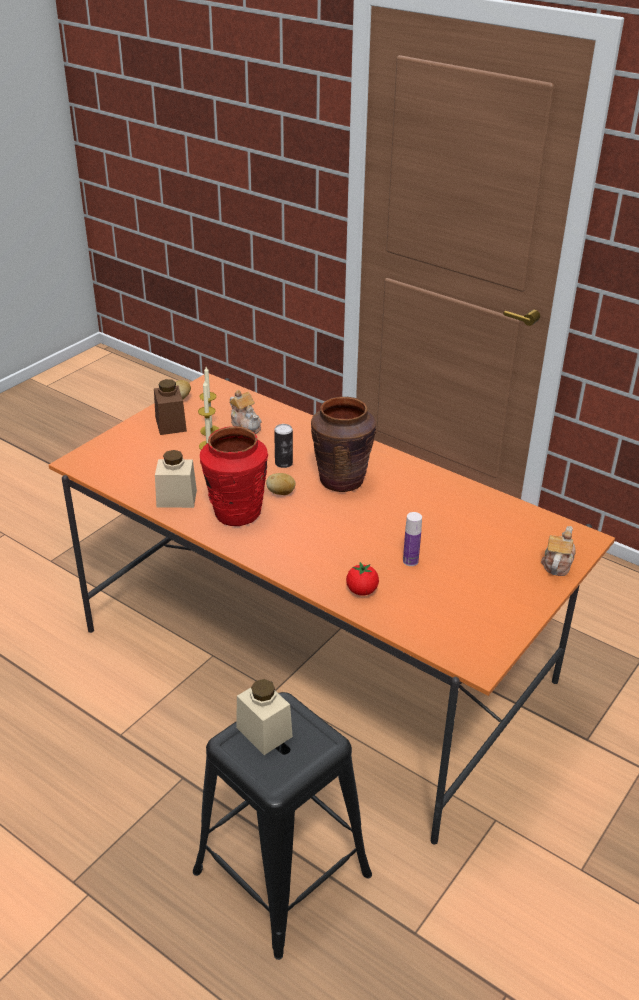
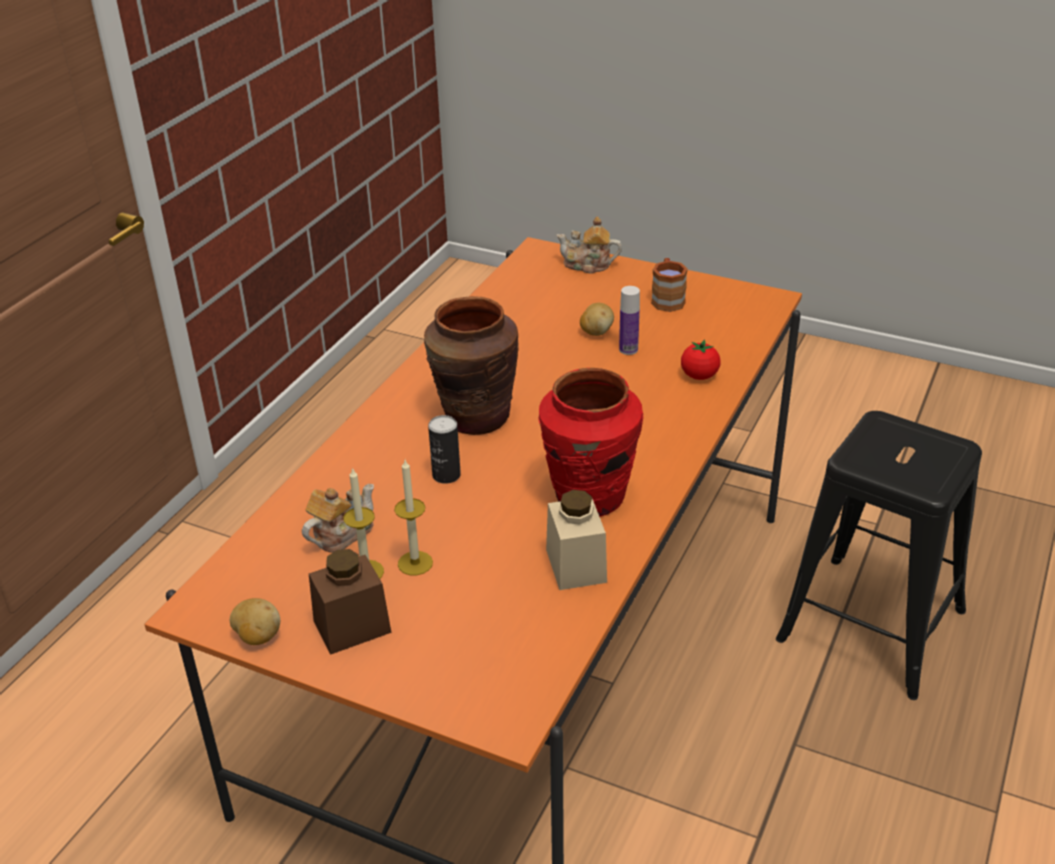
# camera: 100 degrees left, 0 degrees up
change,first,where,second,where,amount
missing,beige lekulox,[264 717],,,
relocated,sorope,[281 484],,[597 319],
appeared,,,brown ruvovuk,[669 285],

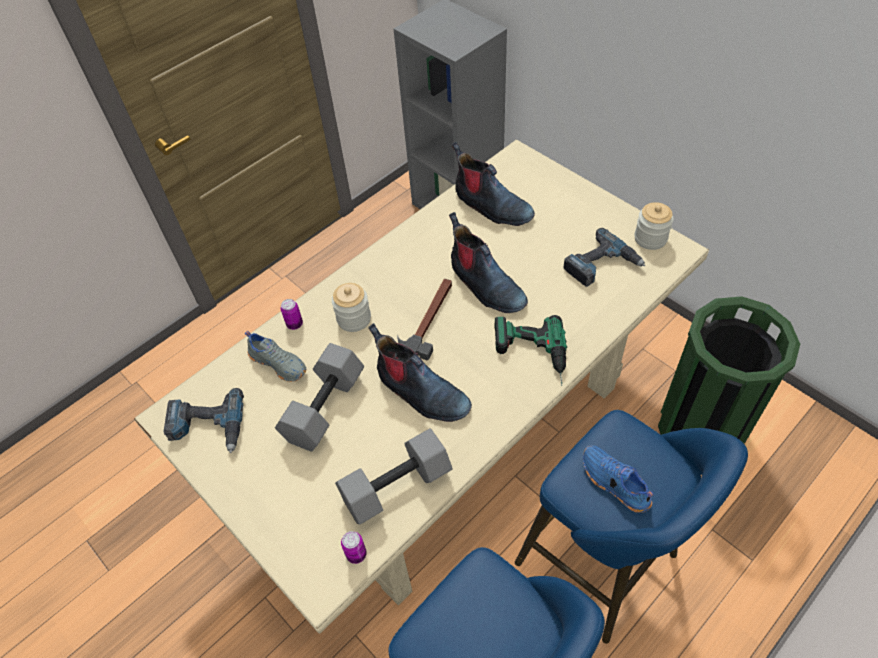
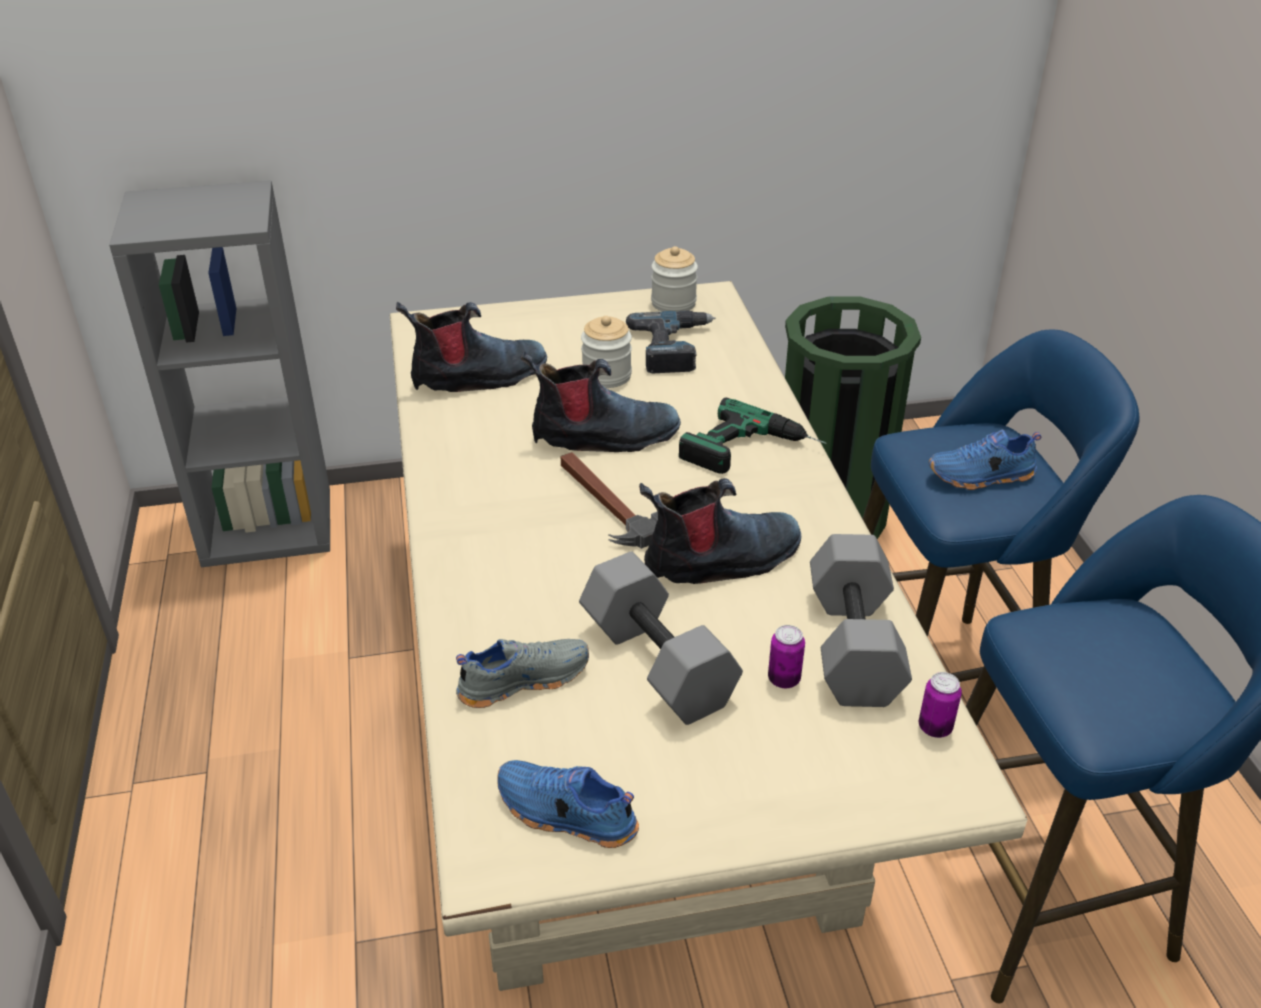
# camera: 60 degrees left, 15 degrees down
change,first,where,second,where,amount
exchanged,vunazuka,[203 420],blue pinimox,[568 804],
relocated,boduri,[292 314],,[786 656],
relocated,lekulox,[351 307],,[606 352],

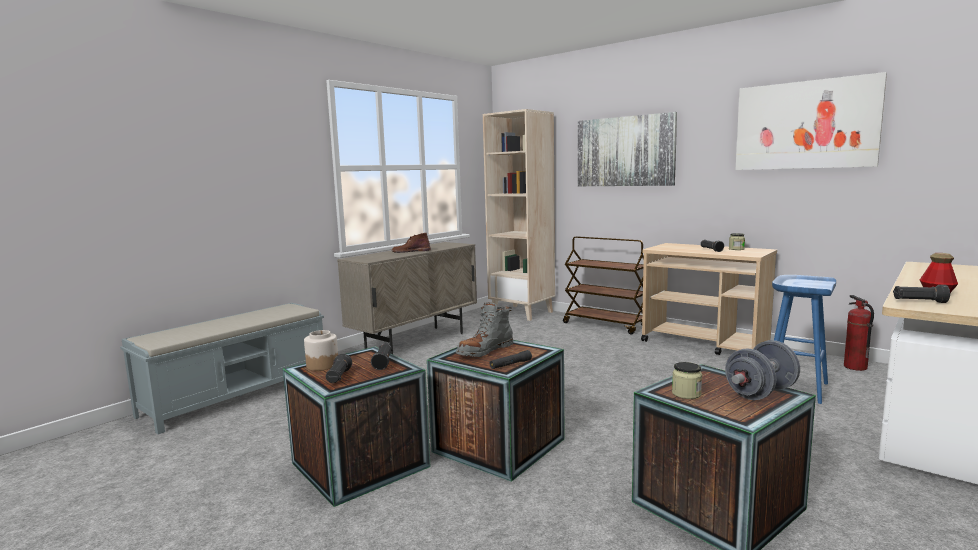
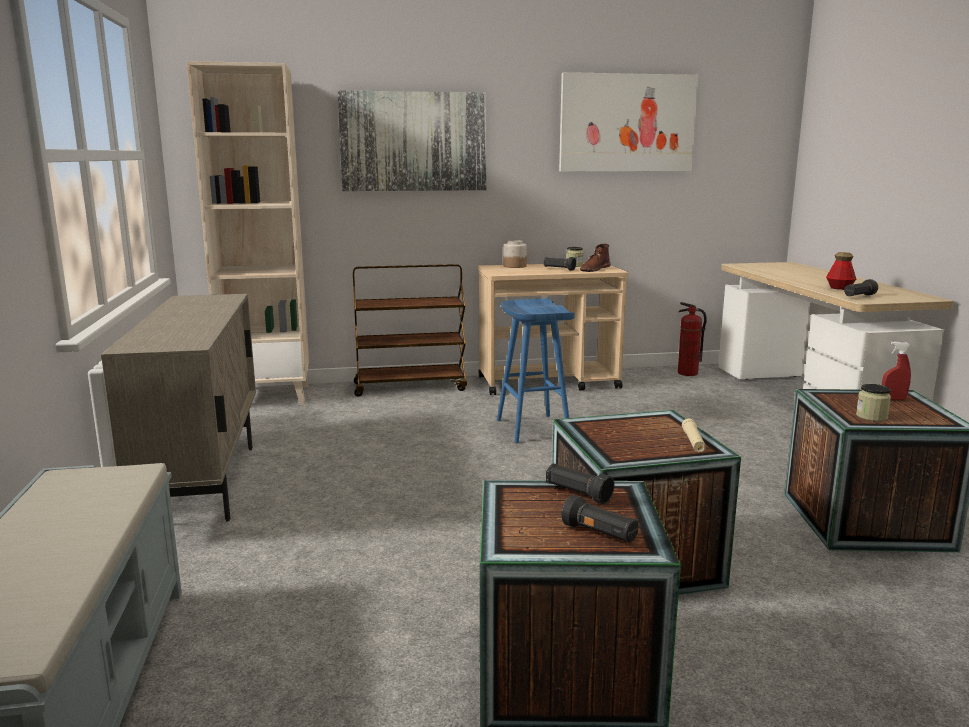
# camera: 50 degrees left, 5 degrees up
change,first,where,second,where,amount
relocated,lekulox,[321 350],,[515 254],
relocated,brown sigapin,[411 243],,[595 258],
missing,grey sigapin,[484 329],,,
colour,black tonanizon,[511 359],beige tonanizon,[694 435],
exchanged,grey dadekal,[762 370],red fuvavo,[896 371],
relocated,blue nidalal,[804 339],,[536 370],

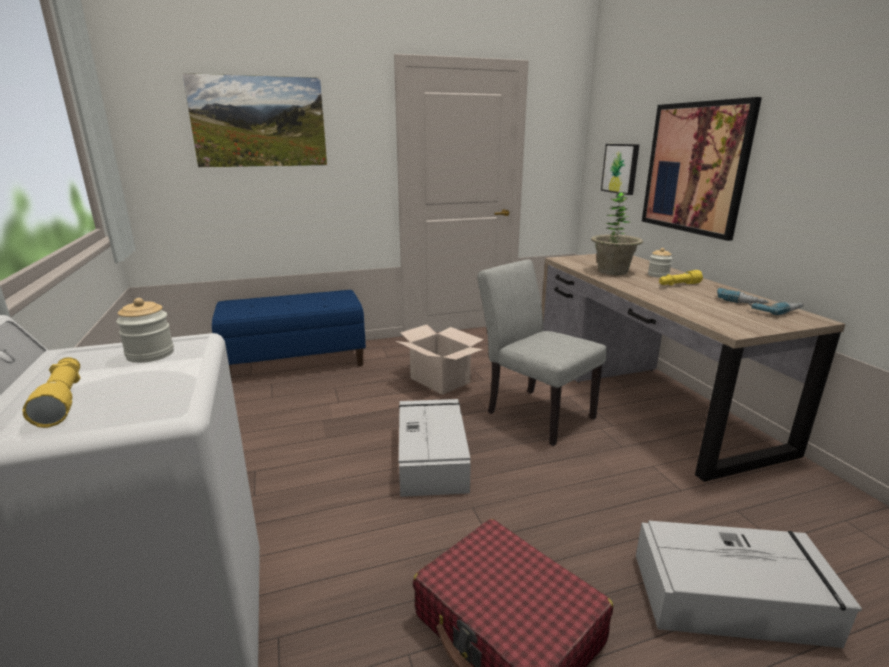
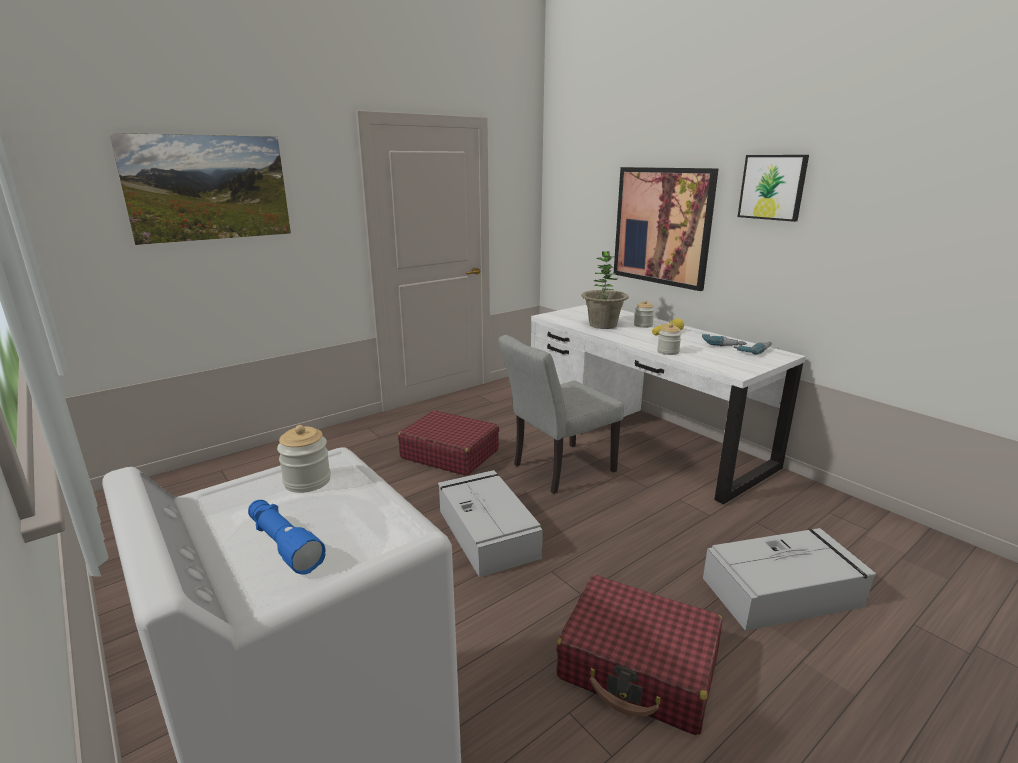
# camera: 20 degrees left, 0 degrees up
change,first,where,second,where,amount
colour,yellow tonanizon,[51 392],blue tonanizon,[287 537],
missing,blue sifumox,[289 335],,,
exchanged,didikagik,[440 360],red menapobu,[448 443],
spun,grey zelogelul,[542 352],,[561 414],60 degrees counterclockwise
colour,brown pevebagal,[693 368],white pevebagal,[668 404],
relocated,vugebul,[620 169],,[773 188],
appeared,,,lekulox,[669 339],

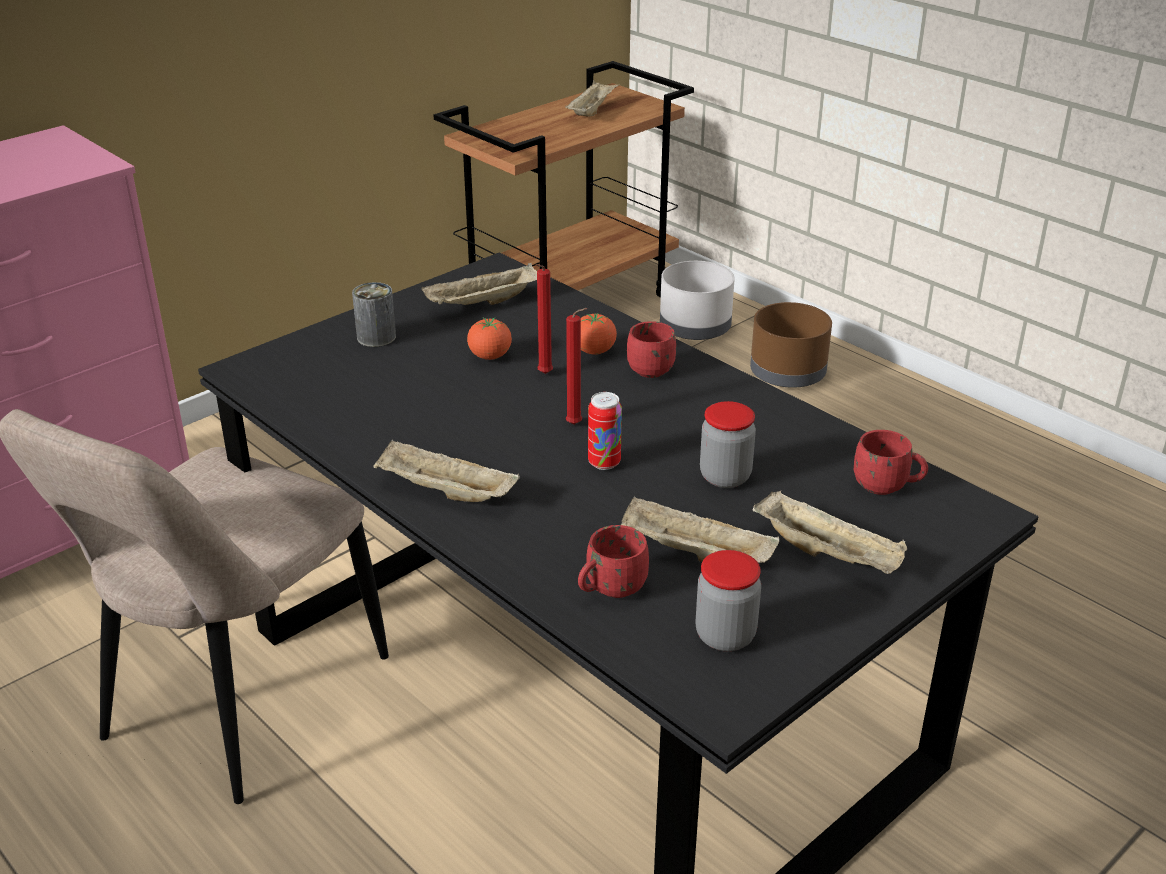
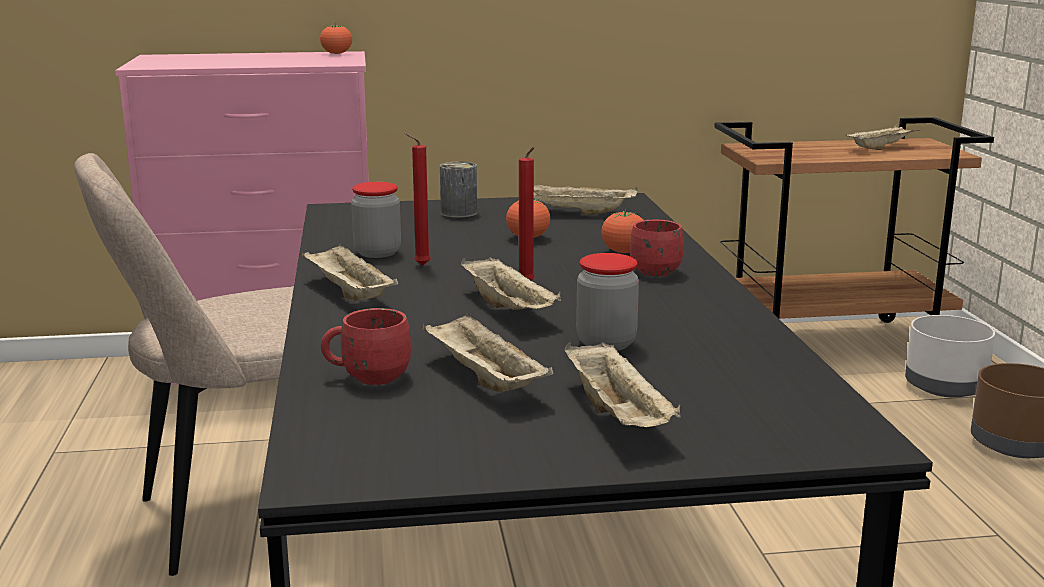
# camera: 35 degrees right, 15 degrees down
change,first,where,second,where,amount
relocated,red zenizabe,[544 319],,[418 199],
exchanged,boduri,[605 431],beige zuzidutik,[511 283],
relocated,lekulox,[728 600],,[376 220],
missing,red ruvovuk,[891 462],,,
appeared,,,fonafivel,[336 38],

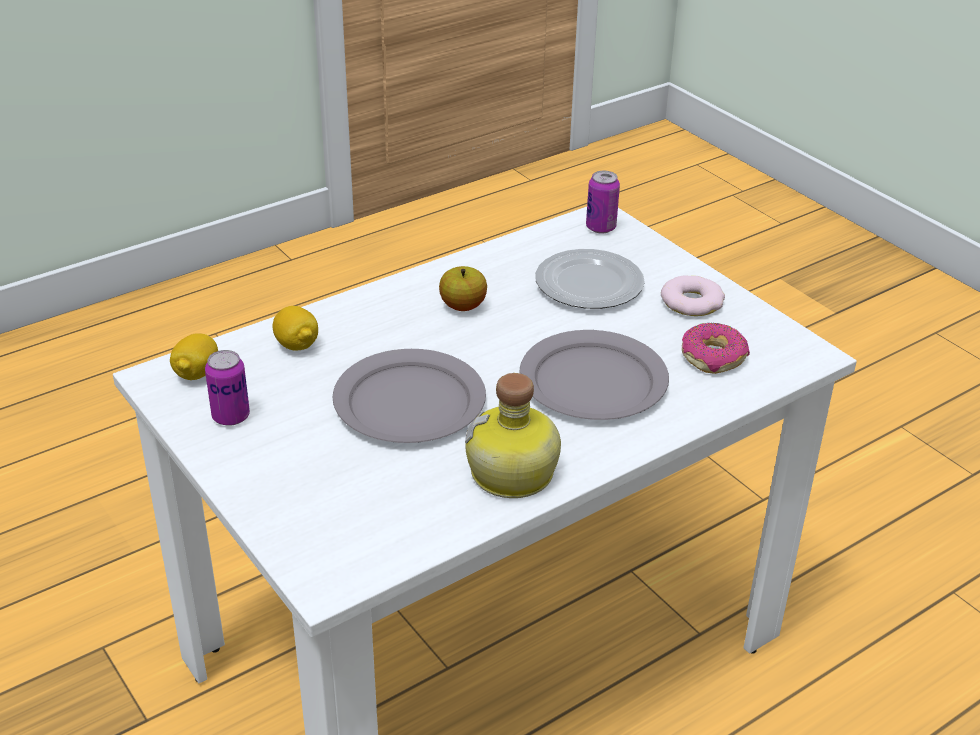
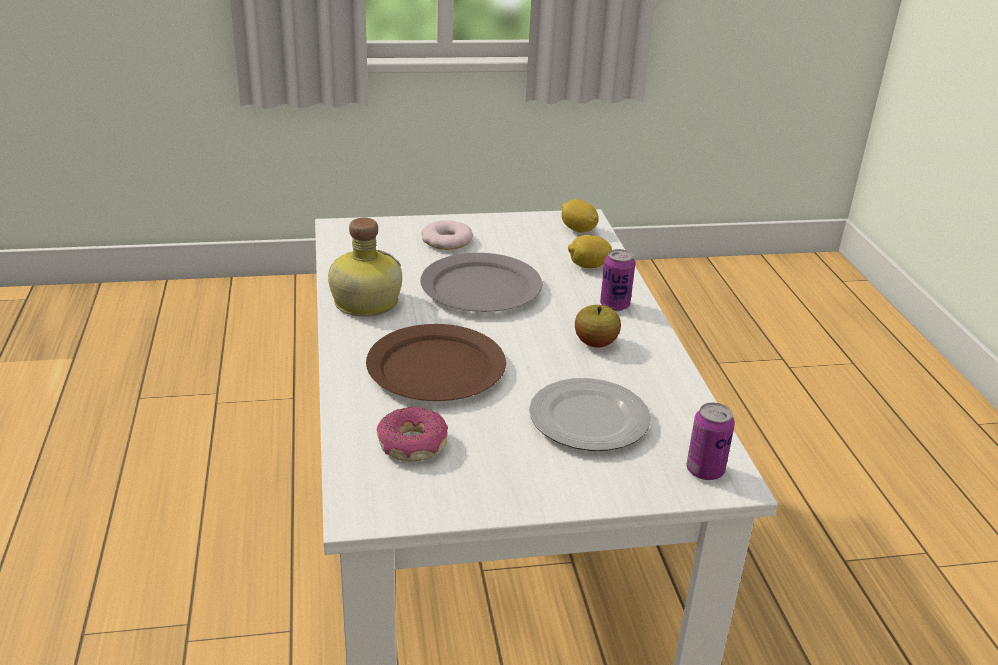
# camera: 115 degrees right, 5 degrees down
change,first,where,second,where,amount
relocated,boduri,[227 388],,[617 280],
colour,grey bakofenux,[594 375],brown bakofenux,[436 362],
relocated,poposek,[693 296],,[447 235],

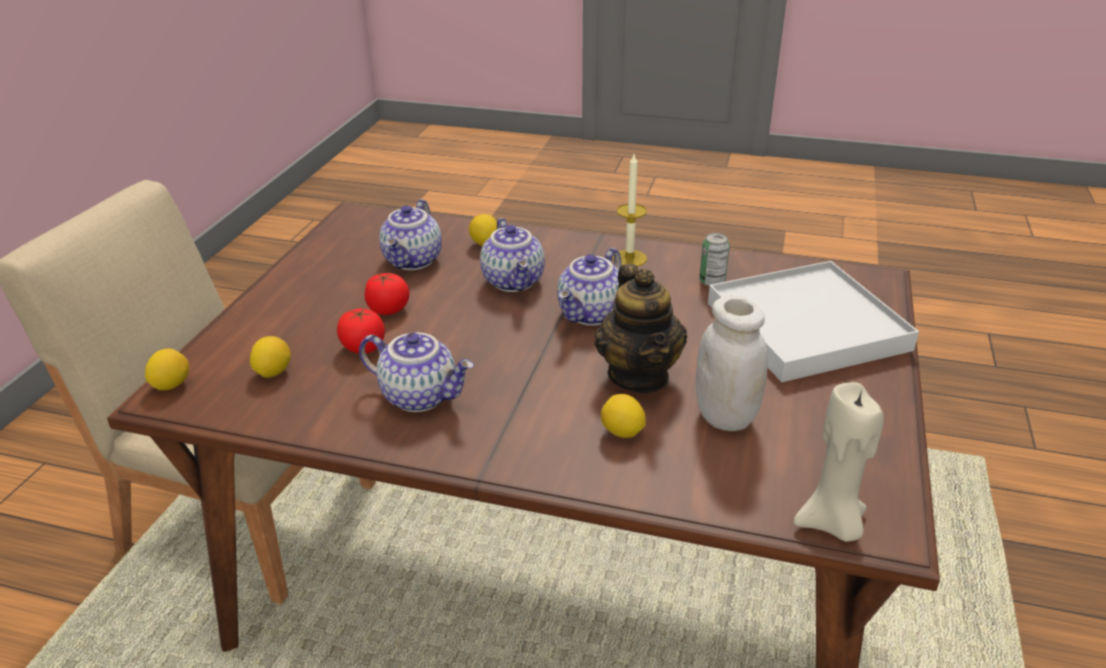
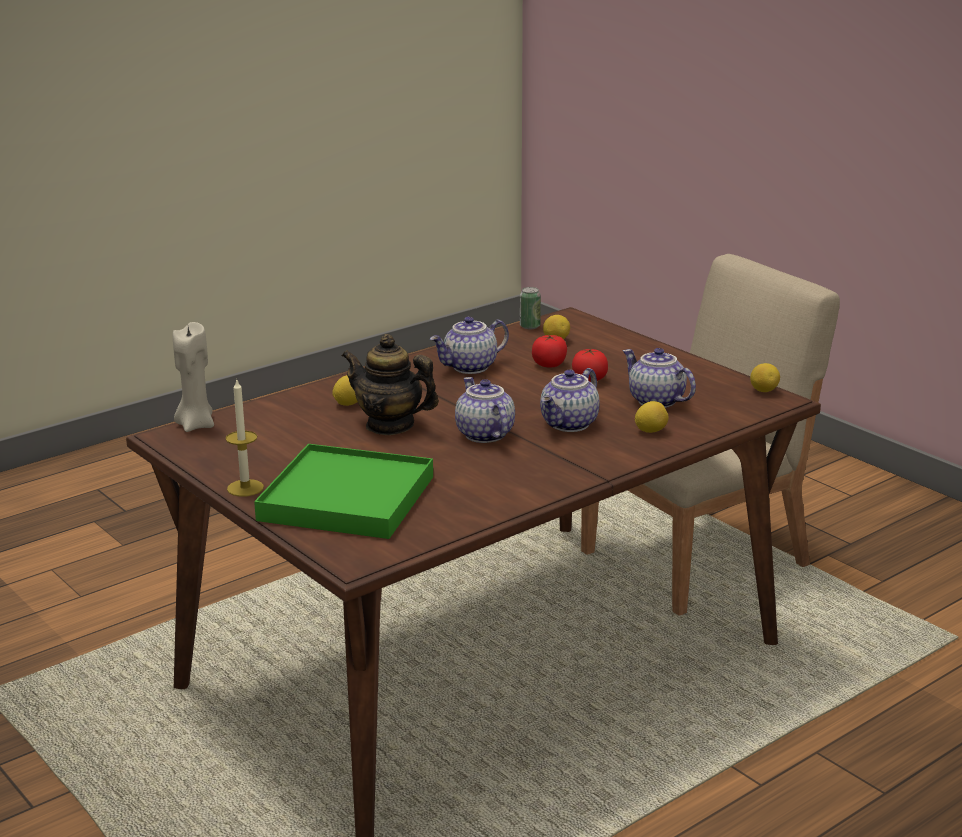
# camera: 125 degrees right, 10 degrees down
change,first,where,second,where,amount
relocated,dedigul,[167 370],,[765 377],
spun,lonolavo,[512 255],,[569 400],75 degrees counterclockwise
relocated,zenizabe,[629 210],,[245 438],
missing,white lekulox,[732 363],,,
relocated,boduri,[714 259],,[530 308],
colour,white zuzidutik,[813 321],green zuzidutik,[343 491],

